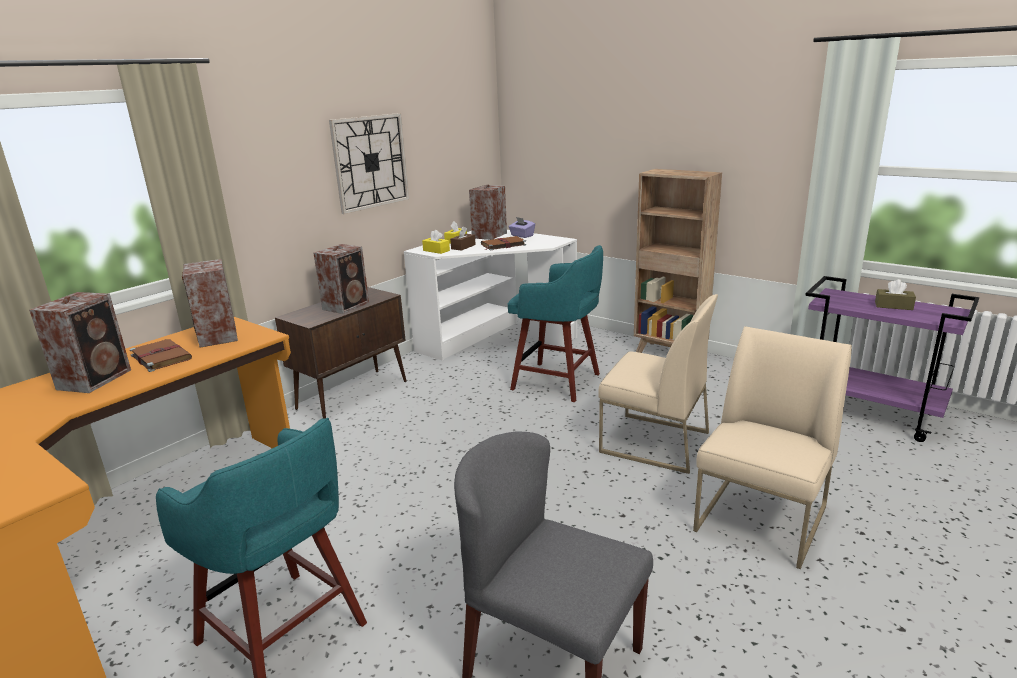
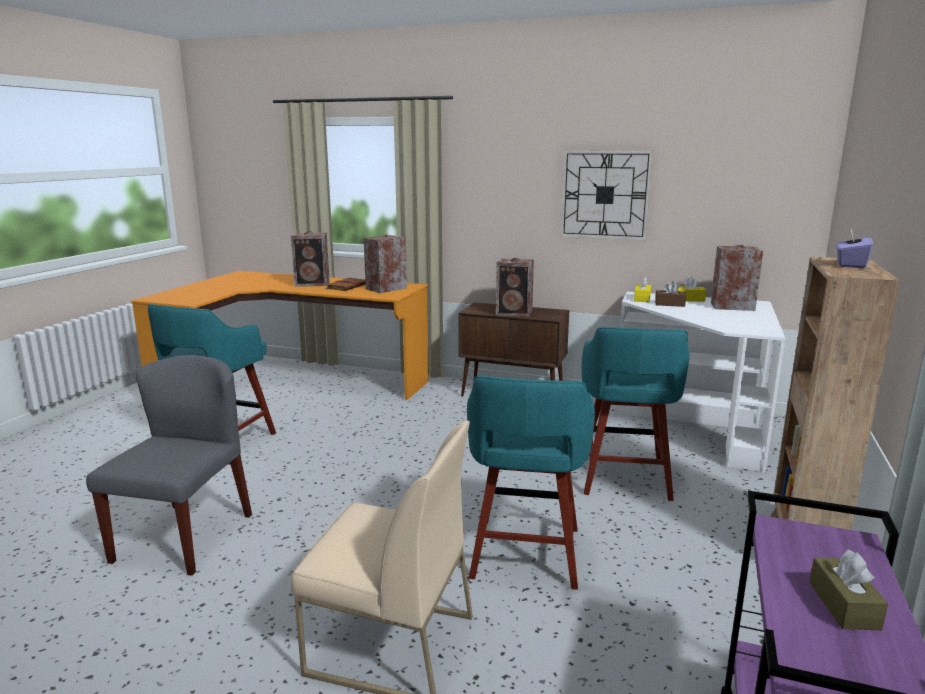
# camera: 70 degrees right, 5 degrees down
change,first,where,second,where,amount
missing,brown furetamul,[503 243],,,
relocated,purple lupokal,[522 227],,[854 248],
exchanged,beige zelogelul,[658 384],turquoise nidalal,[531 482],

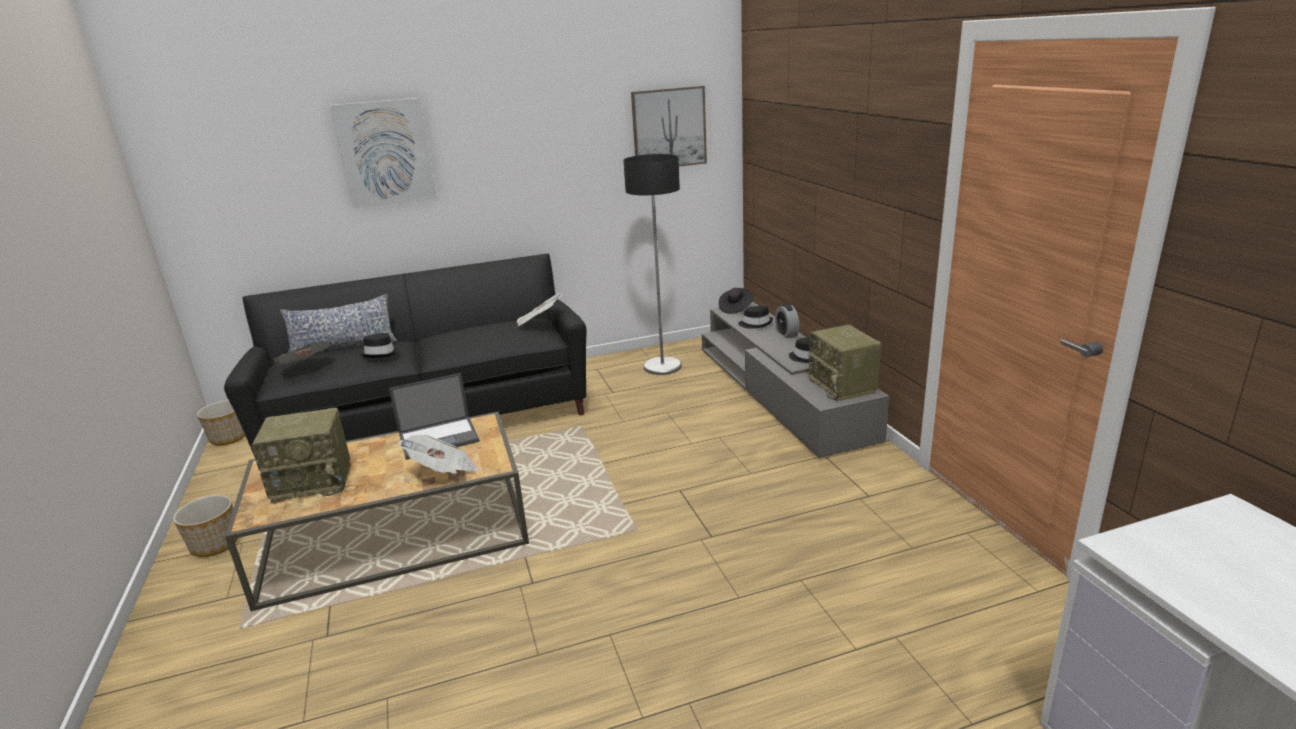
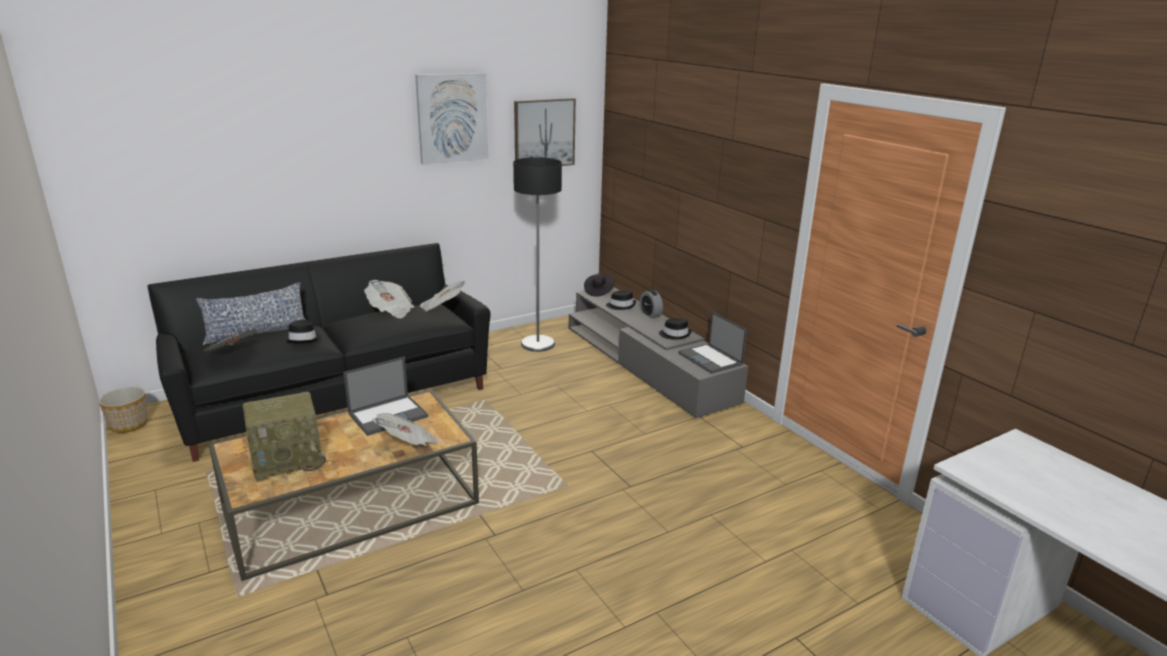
# camera: 15 degrees left, 0 degrees up
change,first,where,second,where,amount
missing,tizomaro,[205 526],,,
relocated,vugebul,[384 153],,[451 119],
exchanged,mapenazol,[845 363],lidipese,[712 343],
appeared,,,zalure,[389 299],

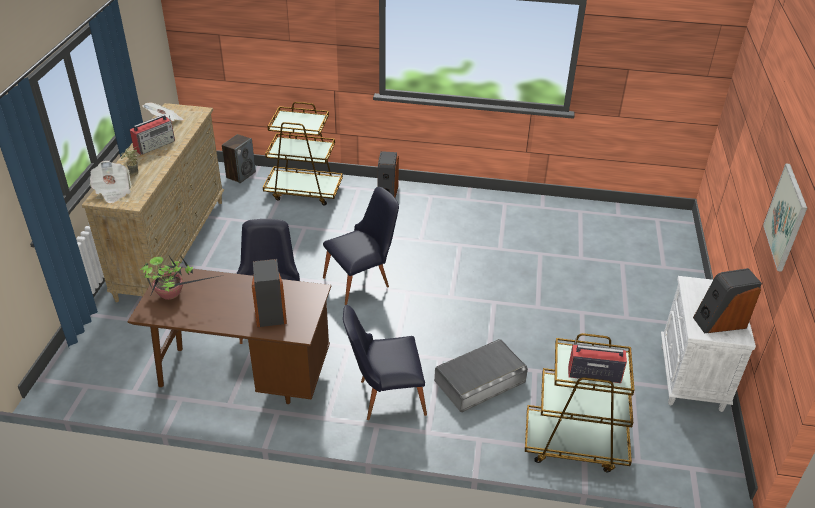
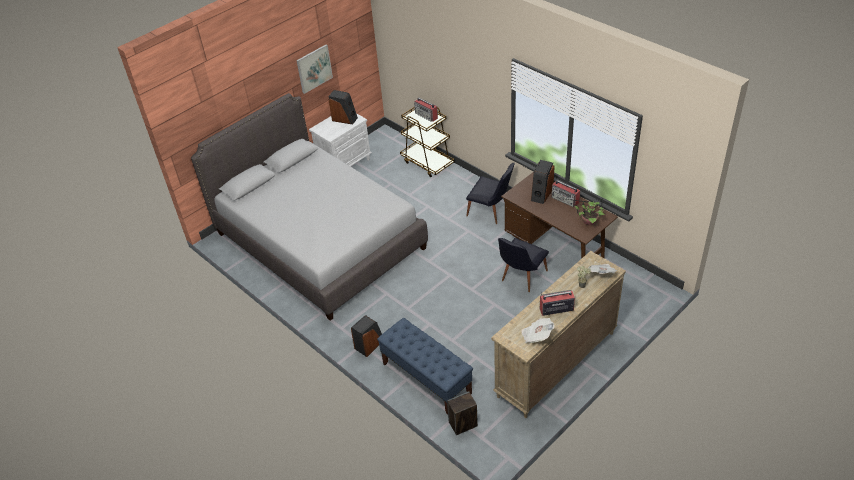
# camera: 140 degrees left, 5 degrees up
change,first,where,second,where,amount
exchanged,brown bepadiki,[303 154],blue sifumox,[425 366],
missing,black zelogelul,[361 246],,,
missing,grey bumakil,[481 375],,,
appeared,,,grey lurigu,[309 207],
appeared,,,mapenazol,[566 193],

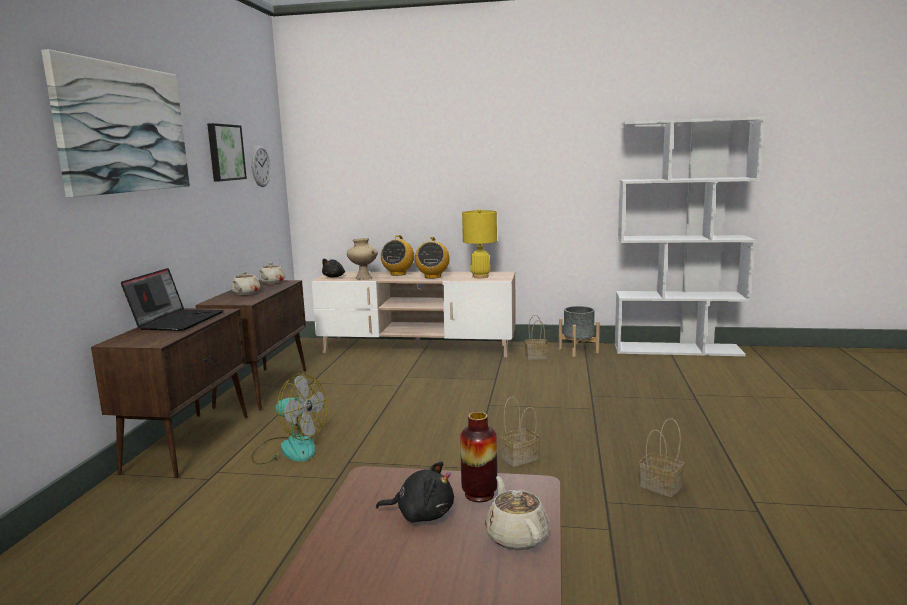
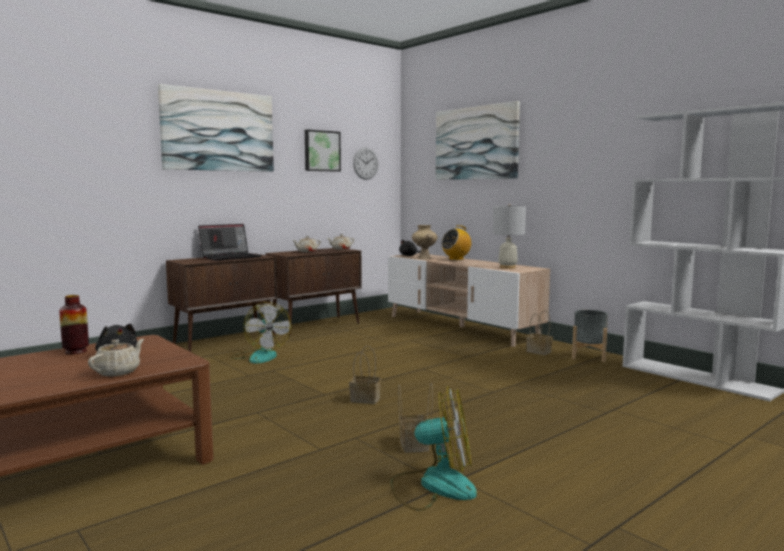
# camera: 40 degrees right, 5 degrees down
change,first,where,second,where,amount
missing,mapenazol,[432 258],,,
relocated,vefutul,[478 457],,[74 324],
colour,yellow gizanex,[479 243],white gizanex,[509 236],
appeared,,,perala,[434 448],
appeared,,,vugebul,[478 140],

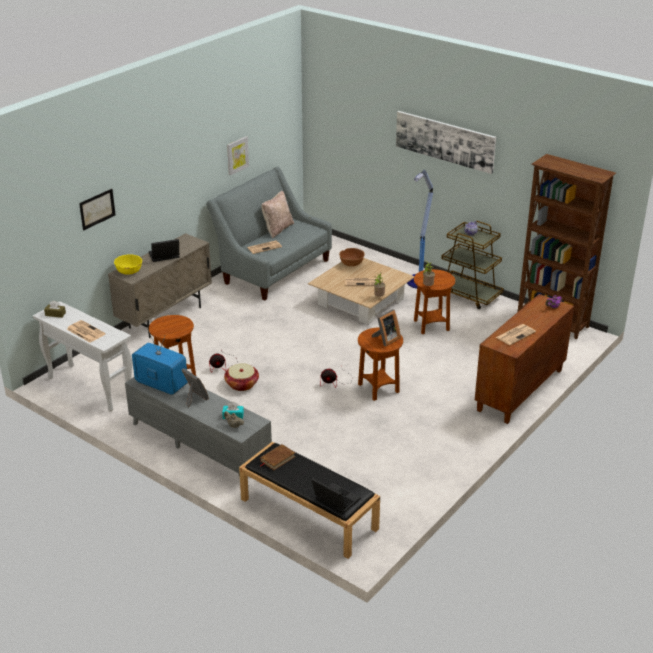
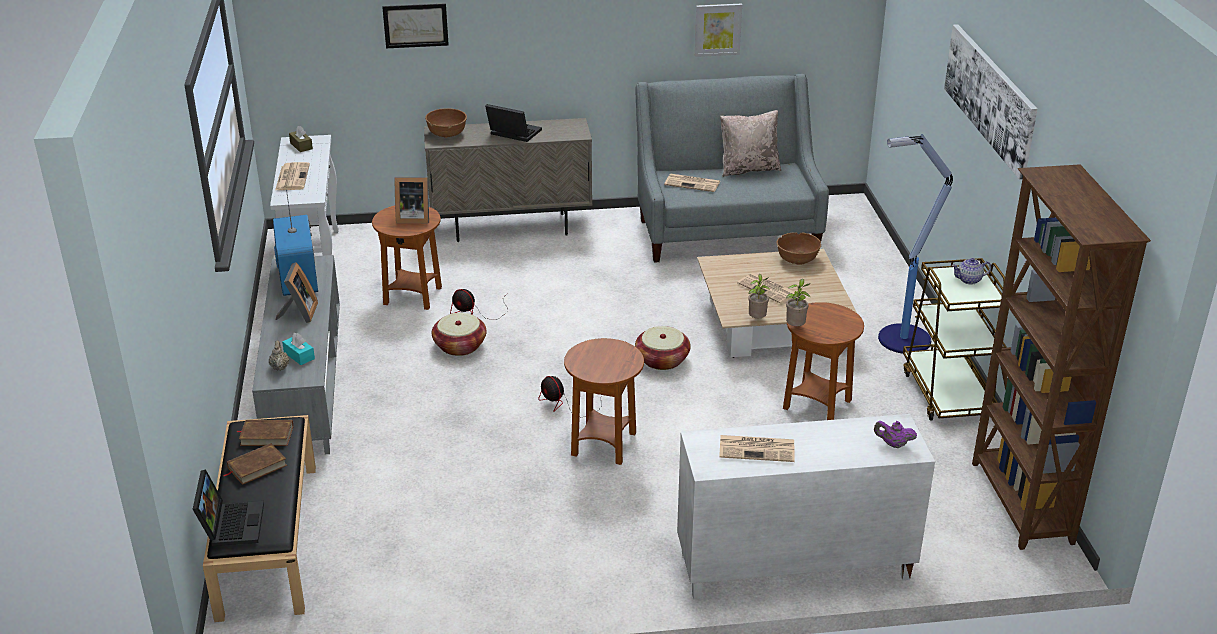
# camera: 45 degrees right, 0 degrees up
change,first,where,second,where,amount
colour,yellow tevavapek,[128 264],brown tevavapek,[446 123],
relocated,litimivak,[386 327],,[412 200],
colour,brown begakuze,[524 359],white begakuze,[806 506],
appeared,,,brown furetamul,[255 464],
appeared,,,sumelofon,[663 348],

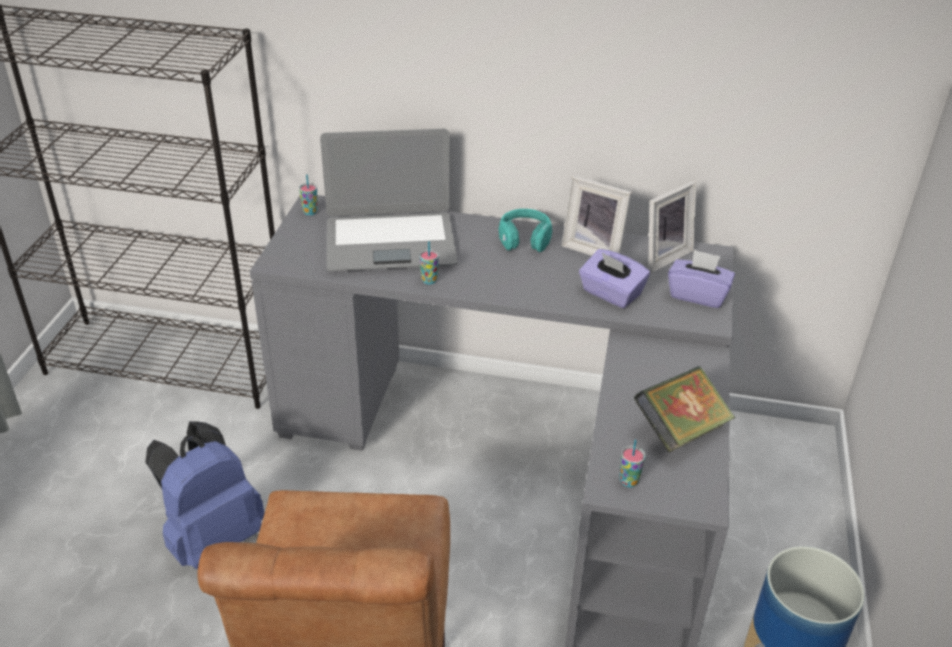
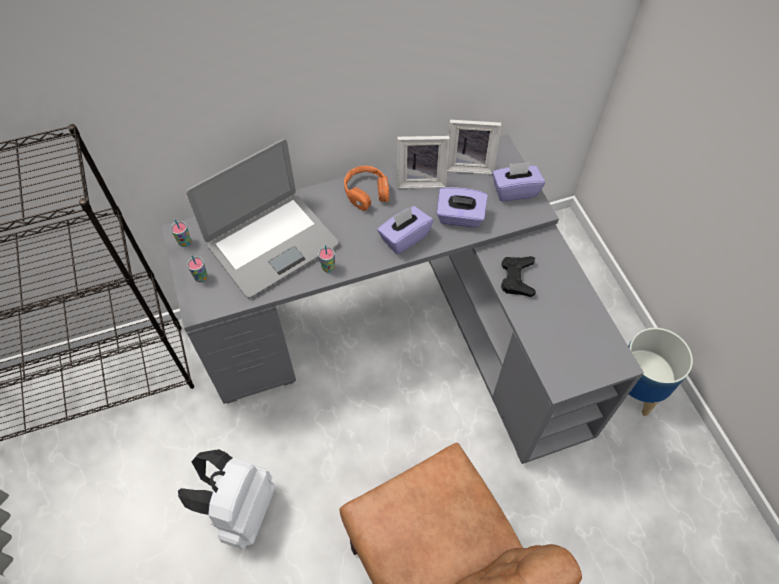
# camera: 30 degrees left, 20 degrees up
change,first,where,second,where,amount
colour,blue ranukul,[205 495],white ranukul,[226 499],
colour,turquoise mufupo,[525 230],orange mufupo,[366 188],
relocated,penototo,[632 463],,[197 269],
missing,furetamul,[684 409],,,
spun,litimivak,[672 227],,[474 147],75 degrees clockwise
appeared,,,purple lupokal,[405 230],
appeared,,,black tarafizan,[518 276],

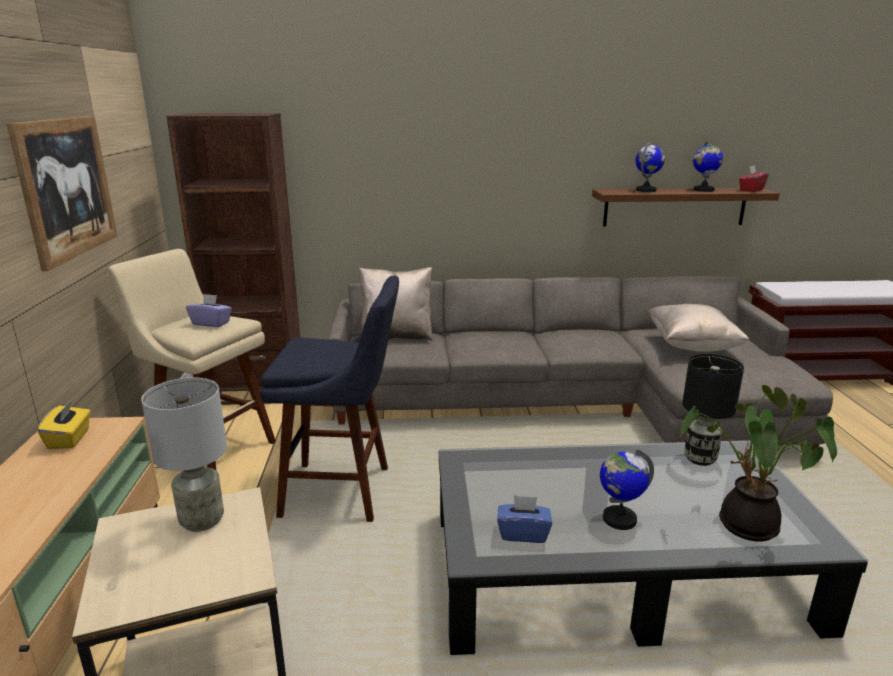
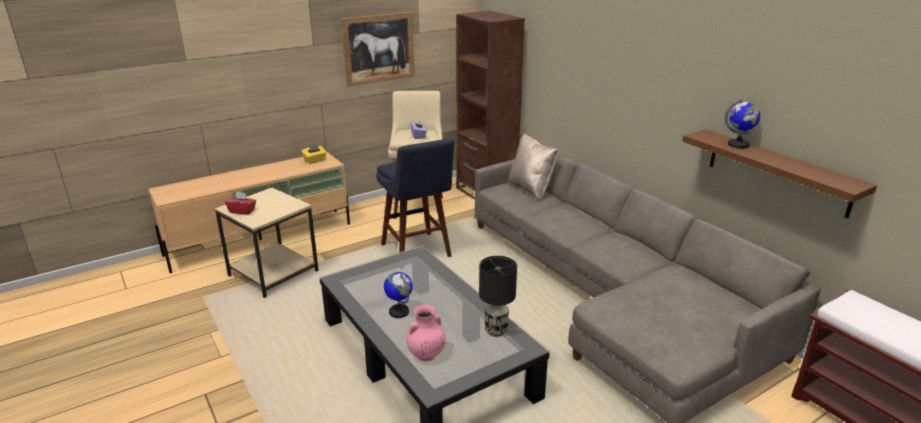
# camera: 60 degrees right, 5 degrees up
change,first,where,second,where,amount
missing,grey gizanex,[184 455],,,
missing,blue lupokal,[524 519],,,
missing,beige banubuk,[699 328],,,
exchanged,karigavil,[758 463],pink vefutul,[426 333],
missing,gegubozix,[708 166],,,
relocated,red lupokal,[754 178],,[240 203],

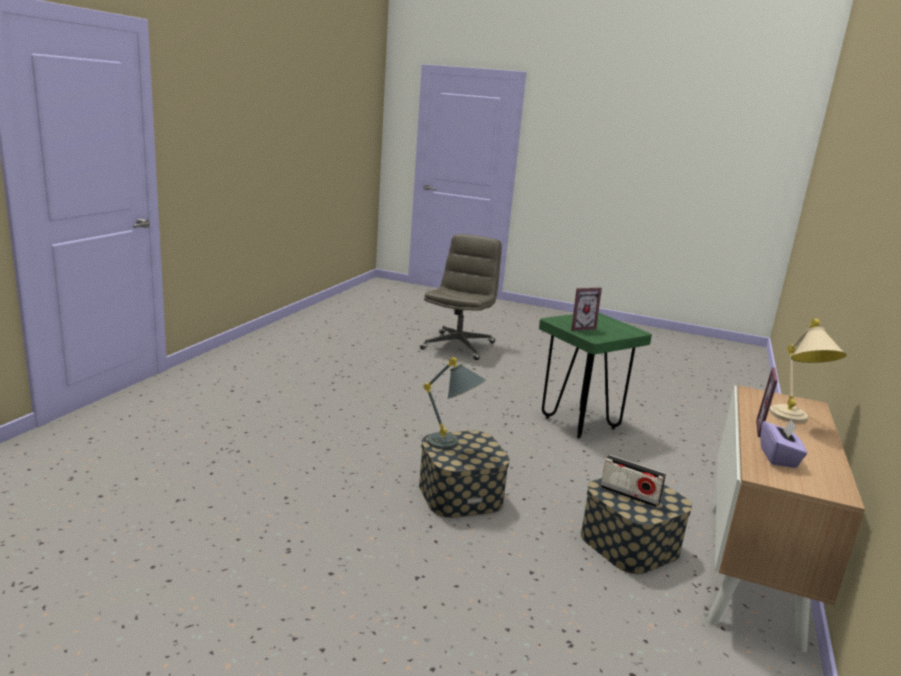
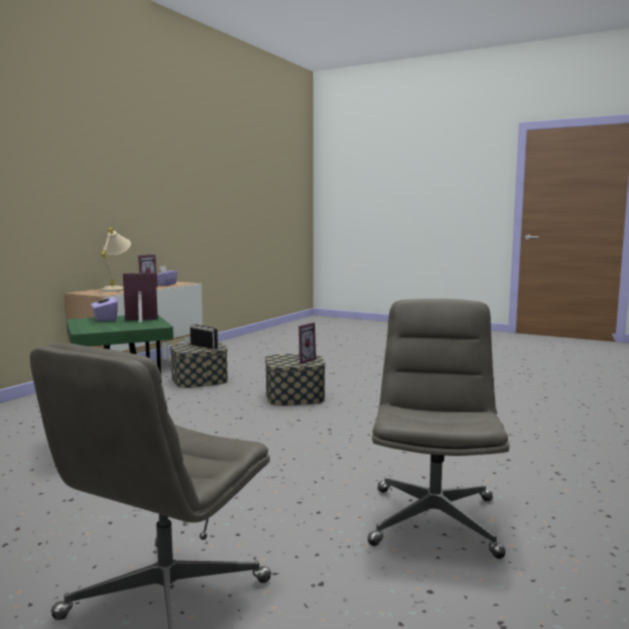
# camera: 170 degrees left, 10 degrees down
change,first,where,second,where,amount
exchanged,grey gizanex,[454 403],litimivak,[306 343],
appeared,,,purple lupokal,[104 306],
appeared,,,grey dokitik,[438 429],

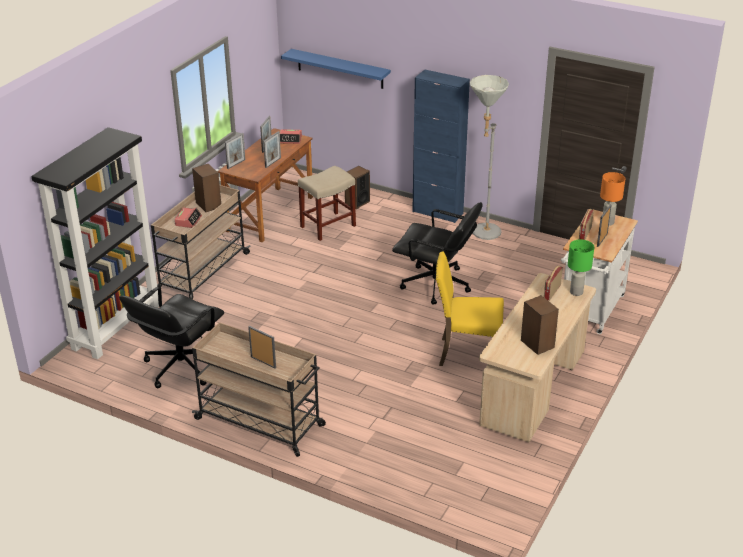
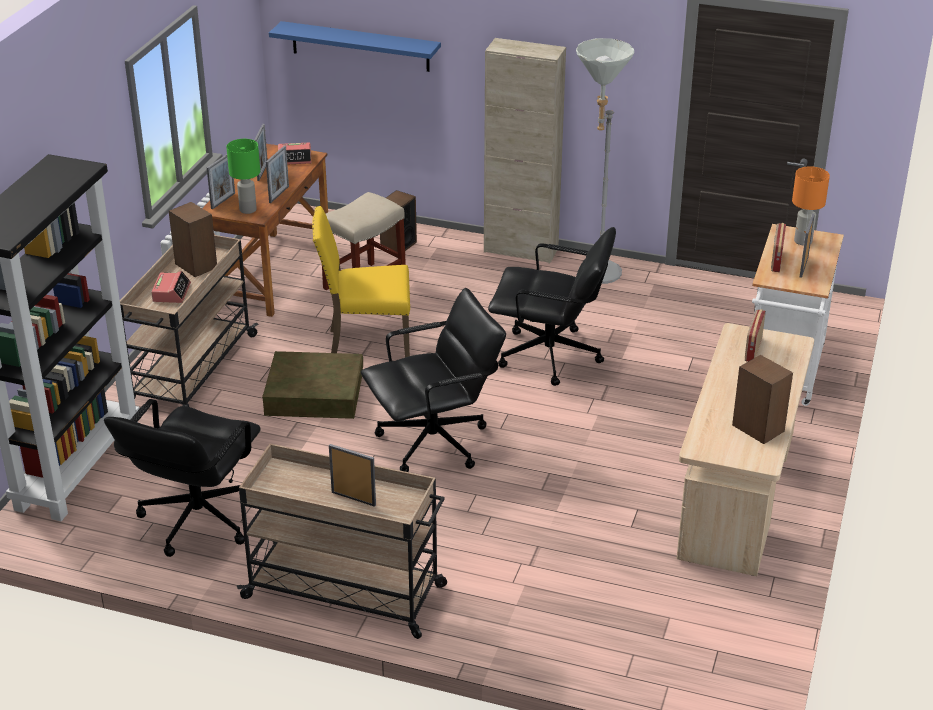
# camera: 10 degrees left, 0 degrees up
change,first,where,second,where,amount
colour,blue begakuze,[441 146],beige begakuze,[525 151],
relocated,yellow zelogelul,[470 308],,[361 281],
relocated,green gizanex,[581 268],,[243 176],
appeared,,,brown bumakil,[312 385],
appeared,,,black dokitik,[433 380],

